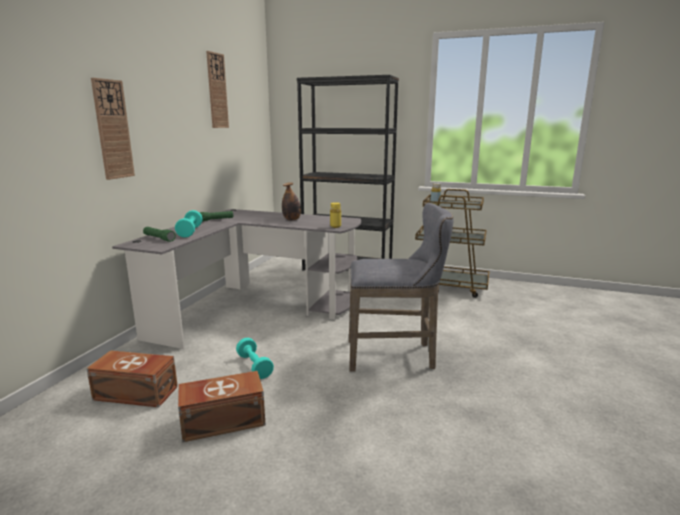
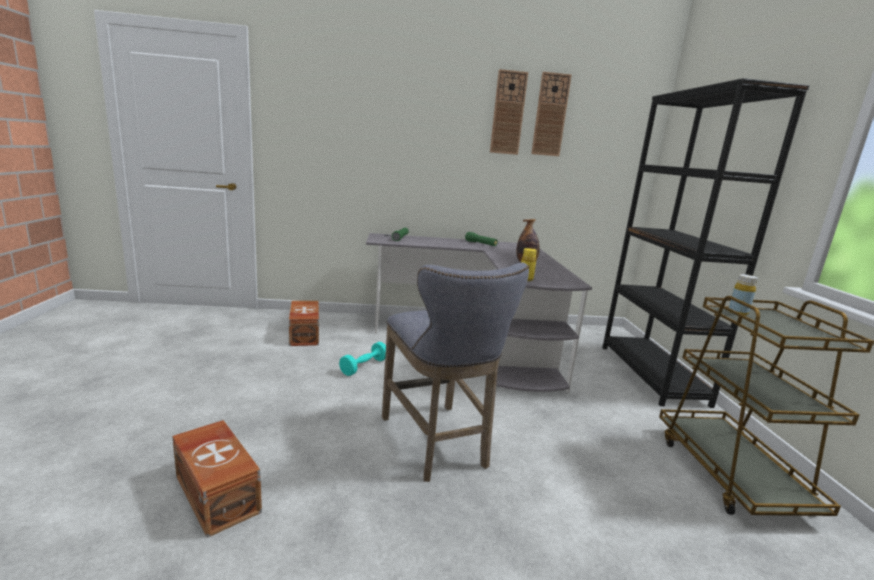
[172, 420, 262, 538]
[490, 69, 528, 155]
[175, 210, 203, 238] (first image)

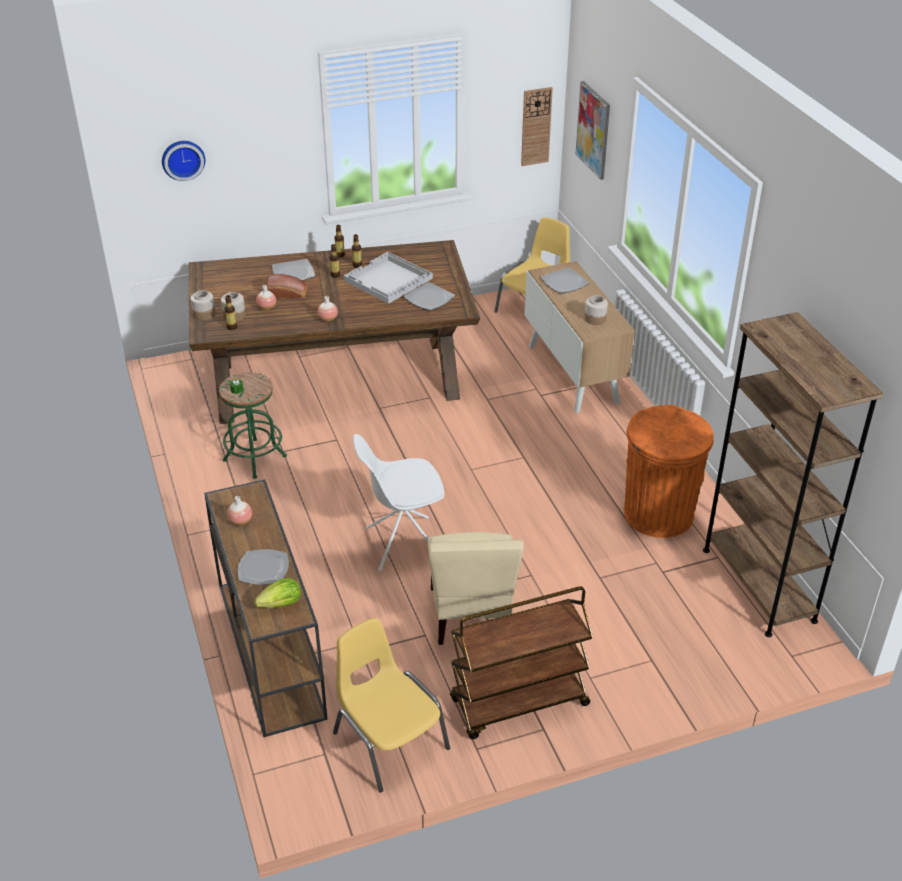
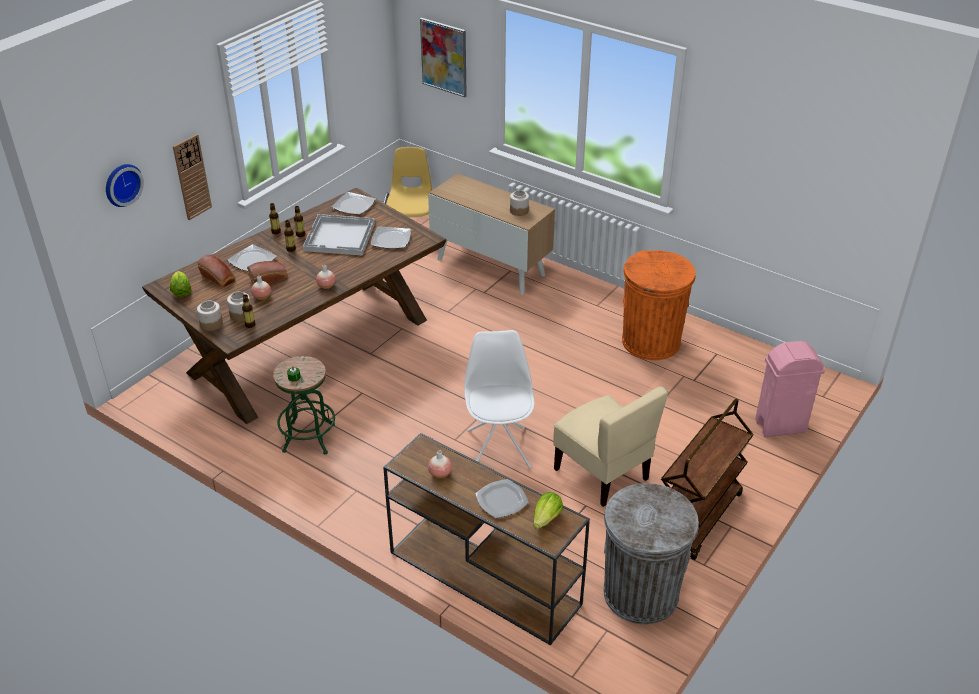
[170, 271, 191, 297]
[173, 134, 212, 220]
[198, 255, 235, 287]
[331, 192, 376, 215]
[464, 330, 534, 469]
[603, 483, 699, 625]
[755, 341, 825, 437]
[703, 312, 883, 637] (first image)

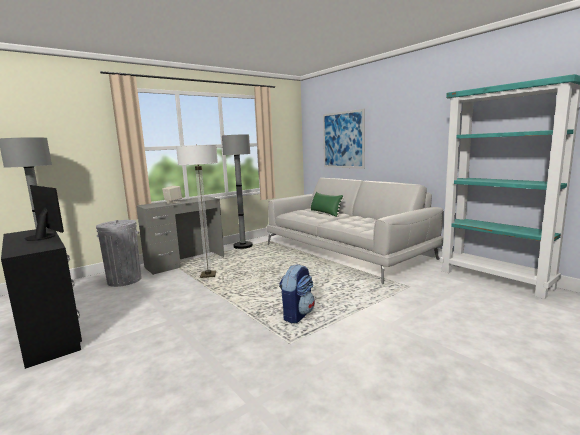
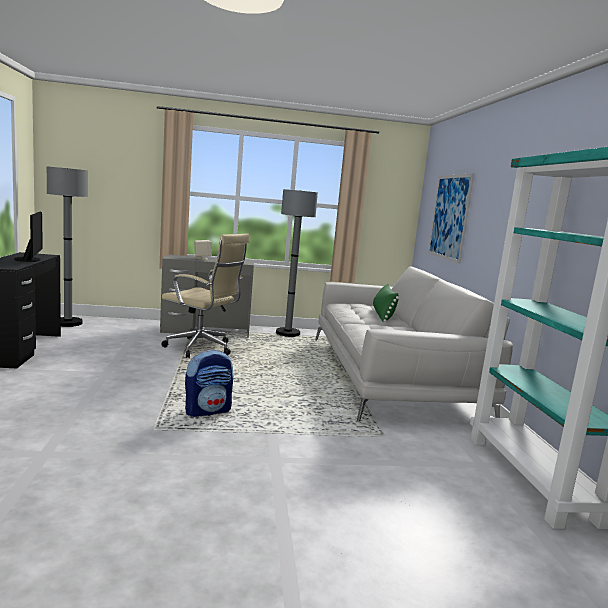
[161, 233, 249, 358]
[96, 220, 142, 287] (first image)

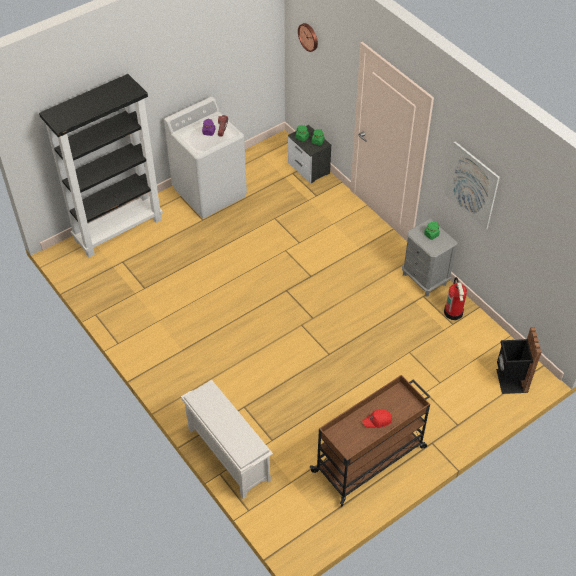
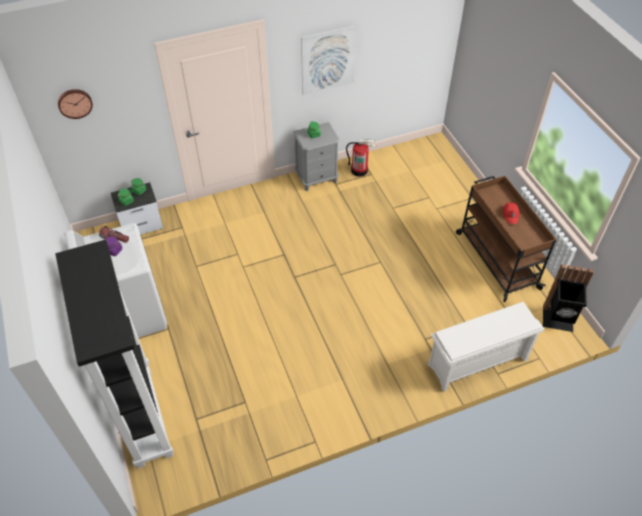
[543, 264, 594, 332]

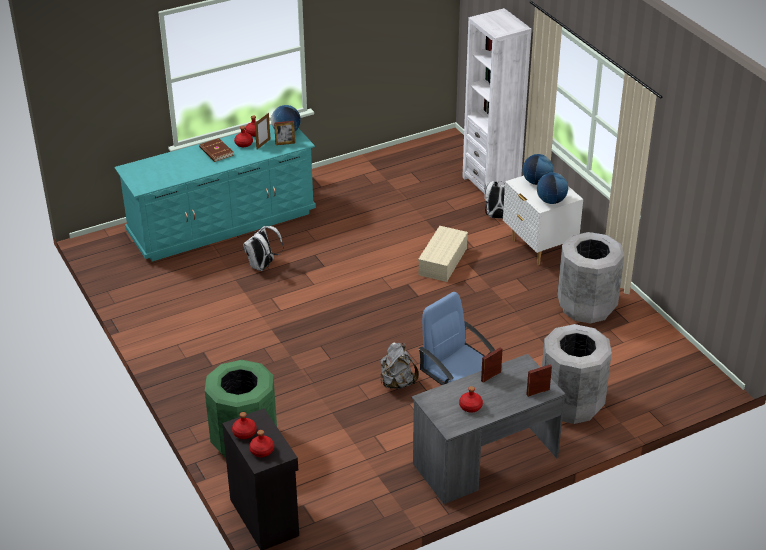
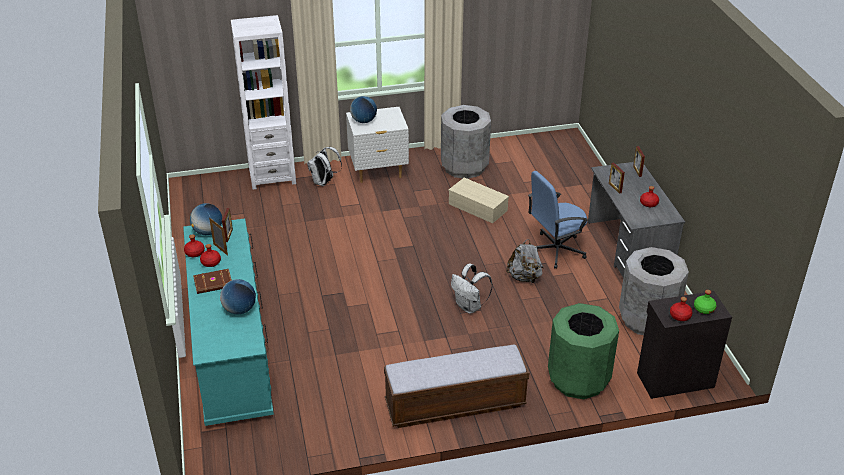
[220, 279, 256, 315]
[384, 345, 529, 428]
[448, 177, 509, 223]
[451, 263, 493, 314]
[619, 247, 689, 335]
[694, 290, 717, 314]

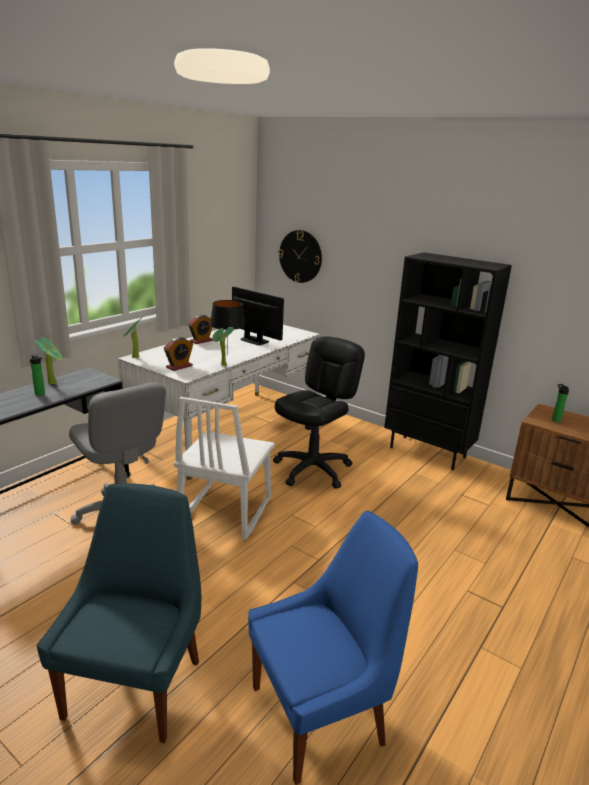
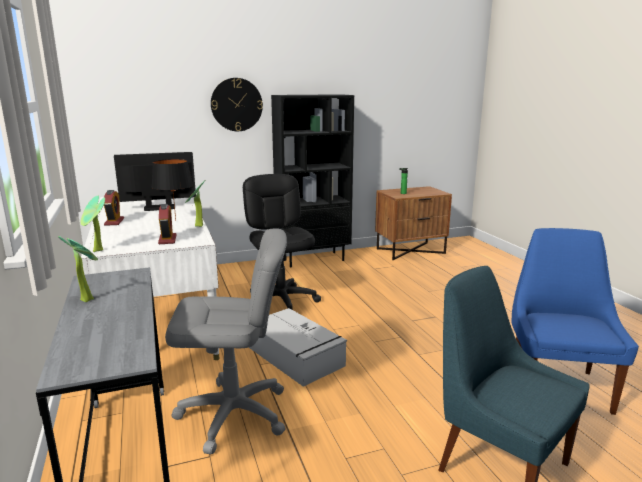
[211, 78, 263, 131]
[249, 308, 347, 387]
[30, 354, 45, 396] (first image)

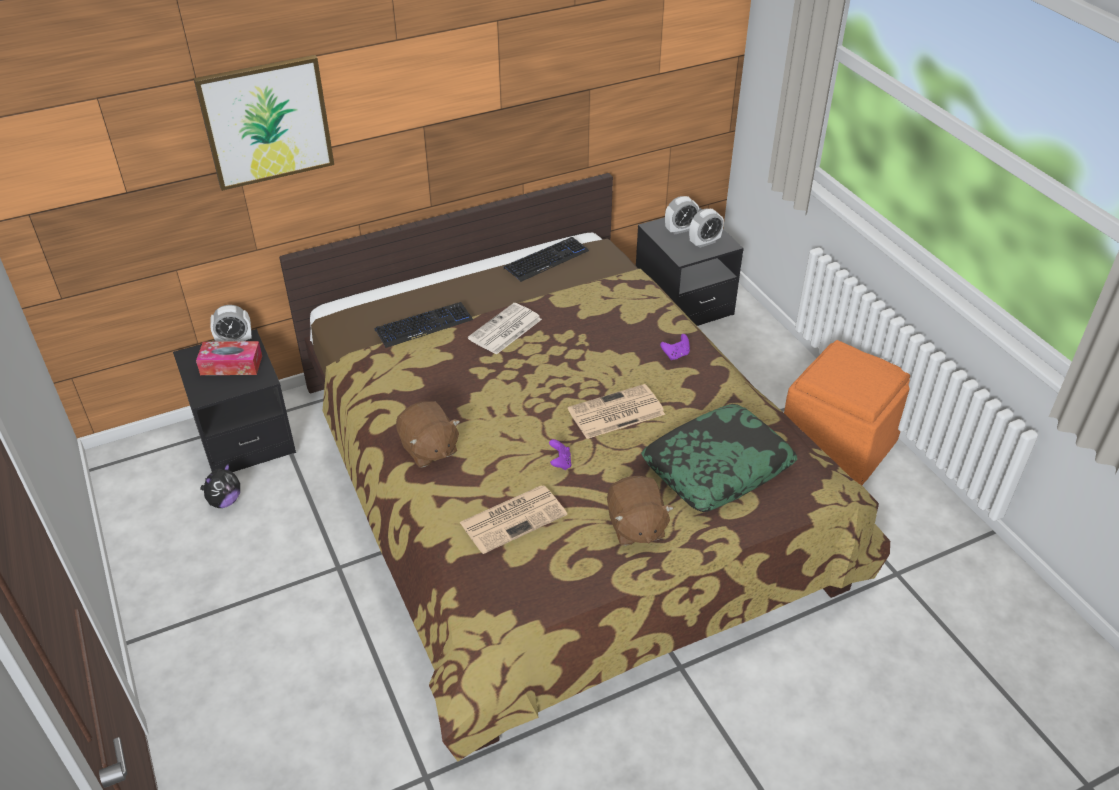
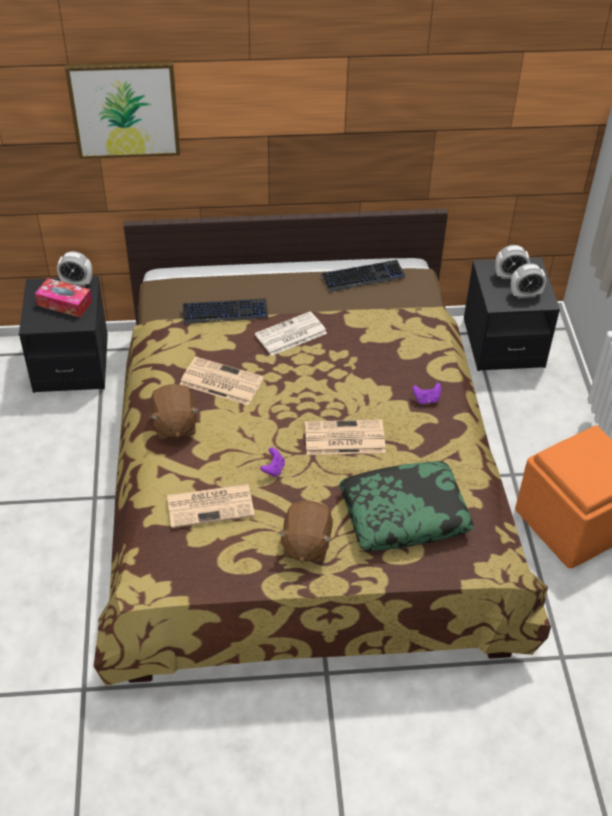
[180, 357, 264, 405]
[200, 463, 240, 508] (first image)

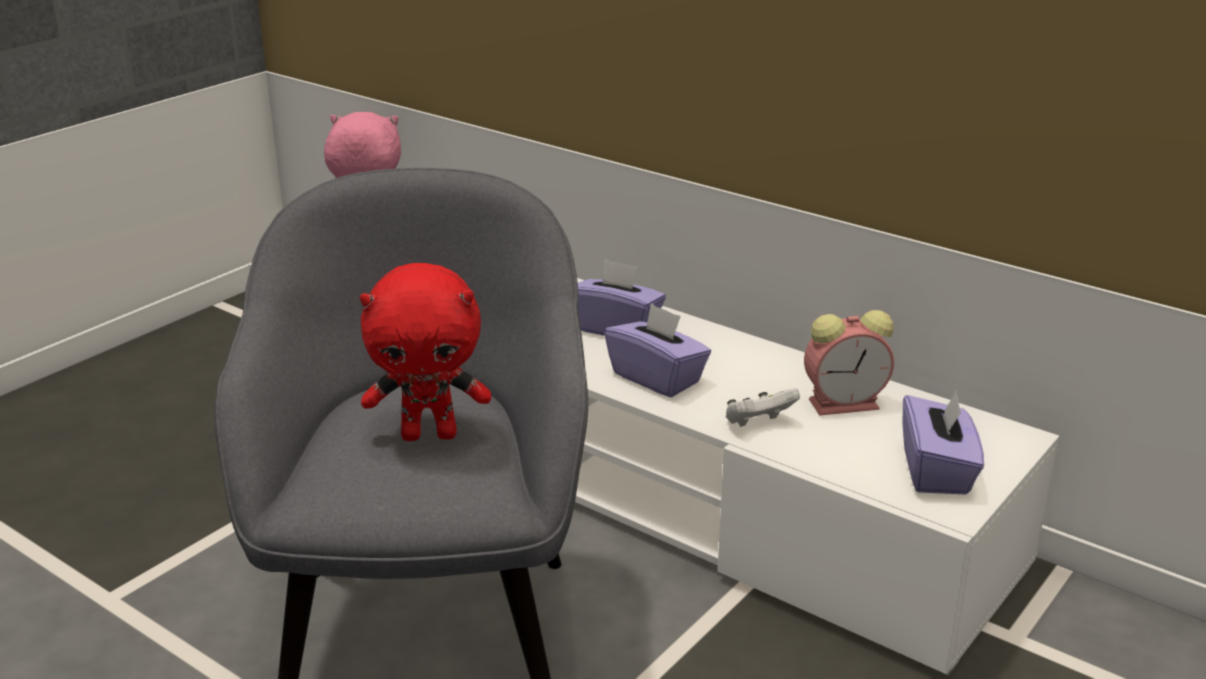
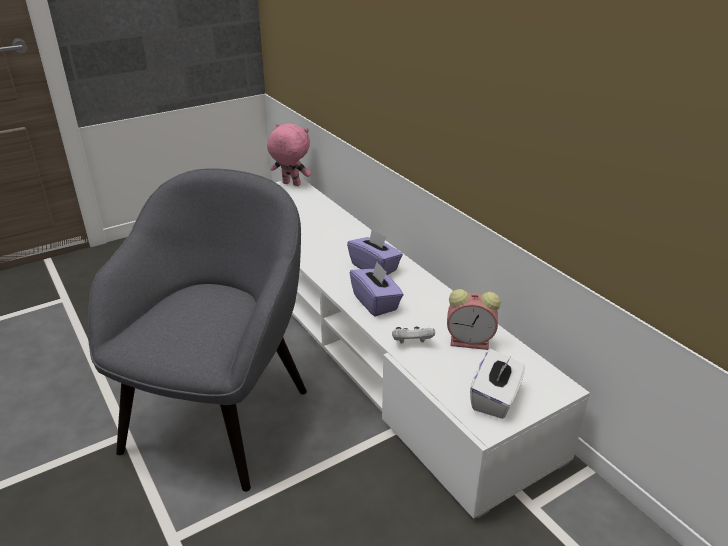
[470, 349, 525, 419]
[360, 263, 491, 441] (first image)

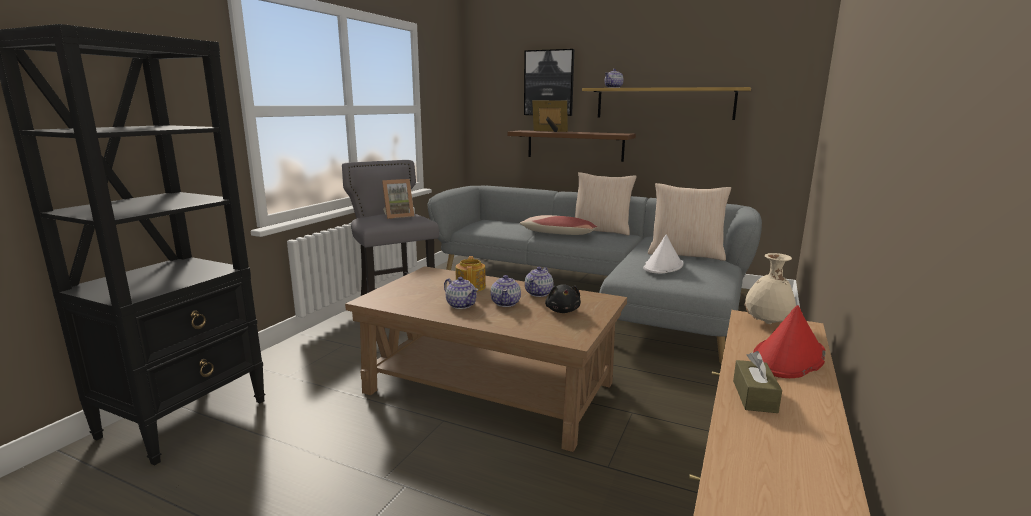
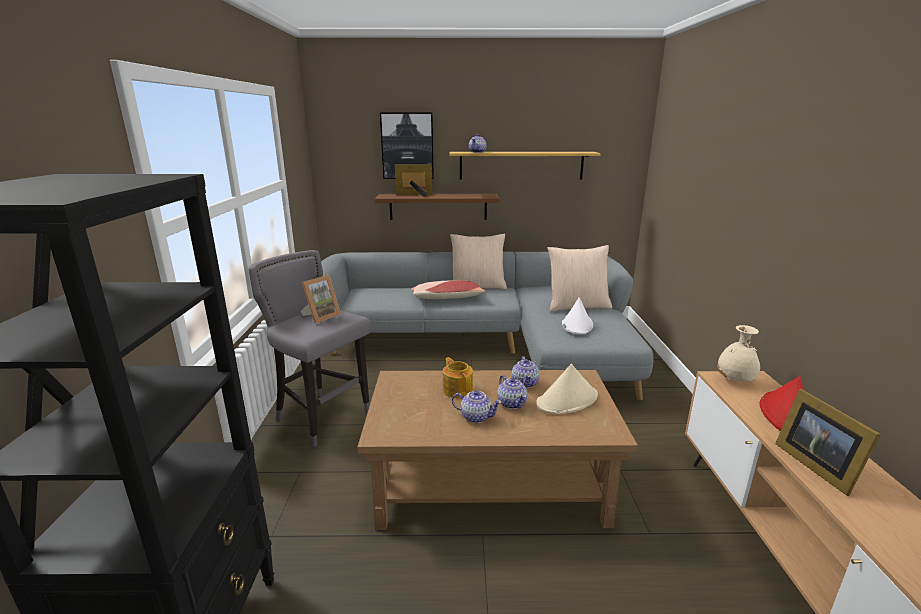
[536, 364, 598, 414]
[775, 389, 881, 496]

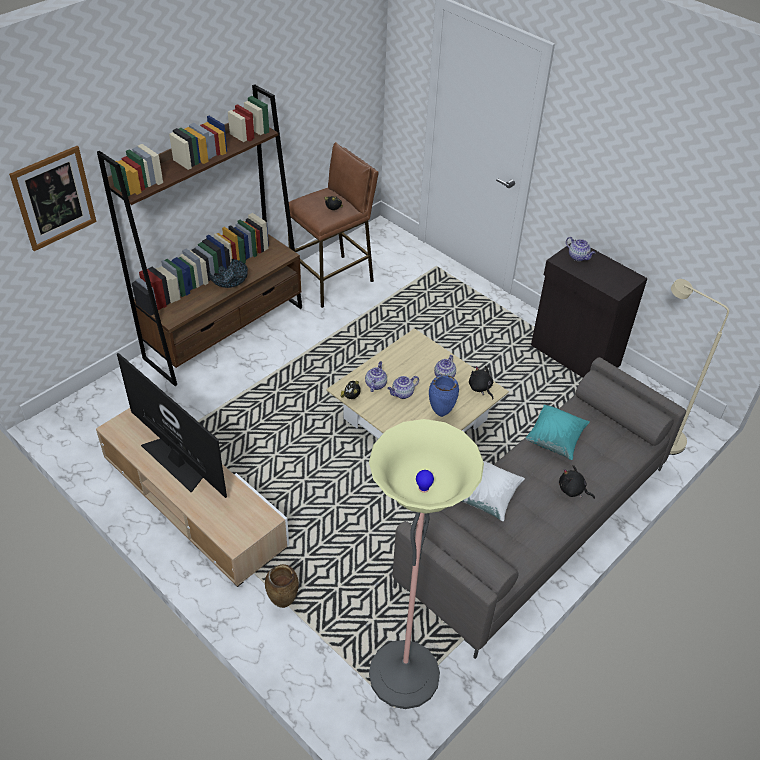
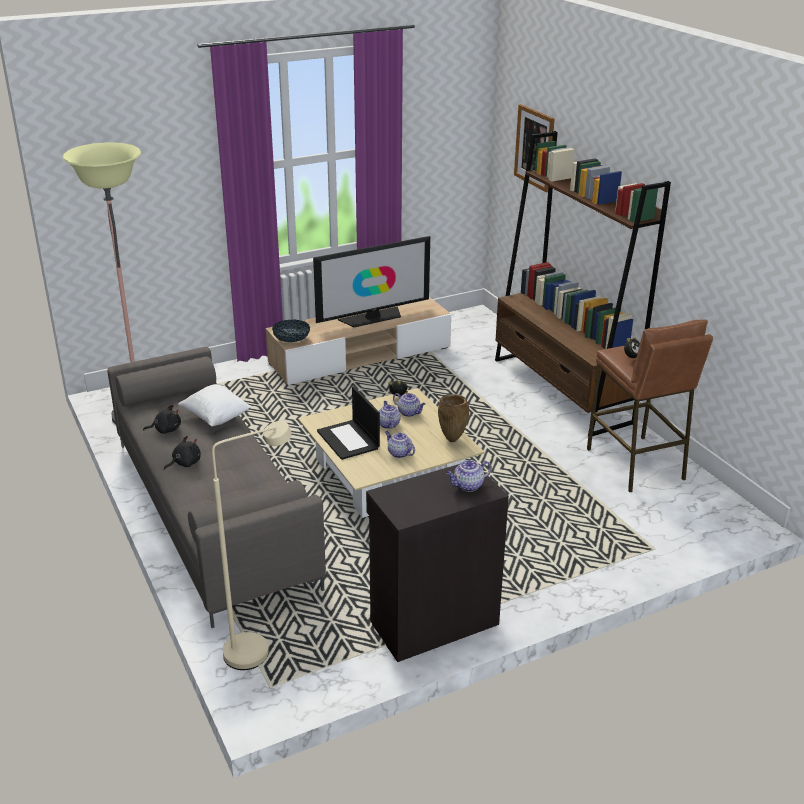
[143, 405, 181, 434]
[272, 320, 310, 342]
[317, 386, 380, 460]
[438, 394, 469, 442]
[525, 405, 590, 460] (first image)

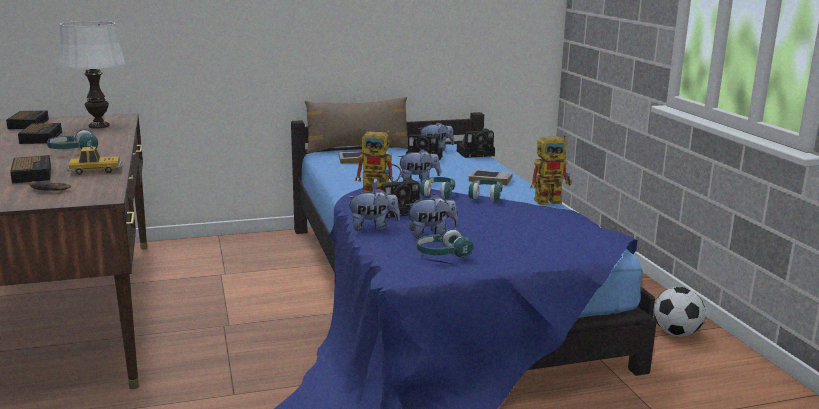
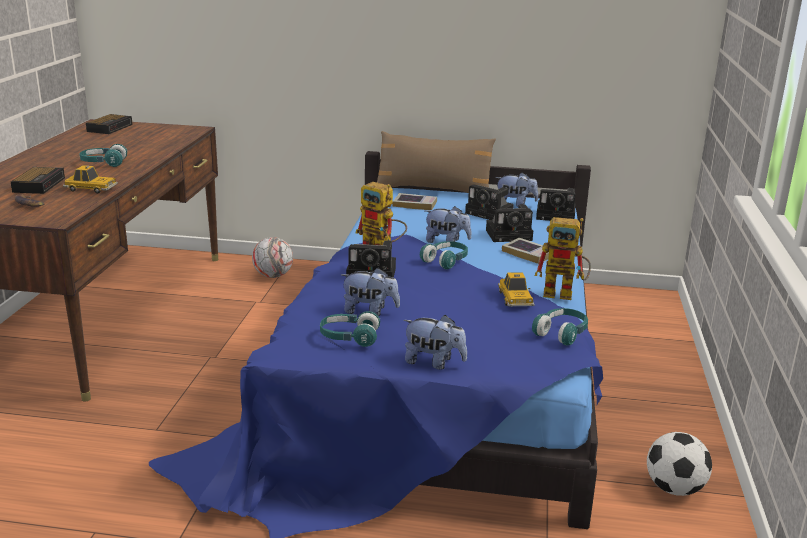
[252, 237, 293, 278]
[403, 315, 467, 370]
[486, 204, 533, 242]
[498, 272, 535, 307]
[532, 308, 588, 346]
[18, 123, 62, 144] (first image)
[58, 21, 126, 129] (first image)

